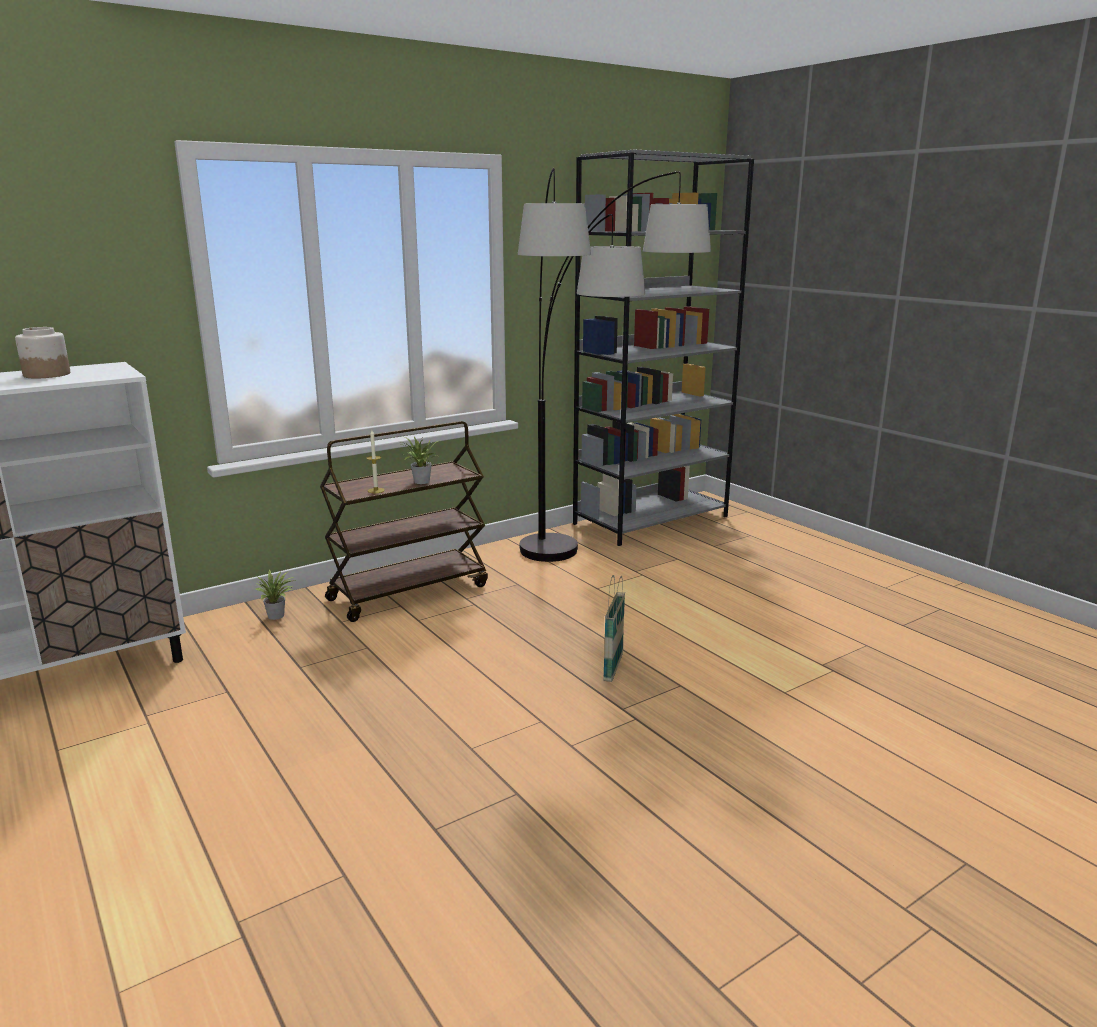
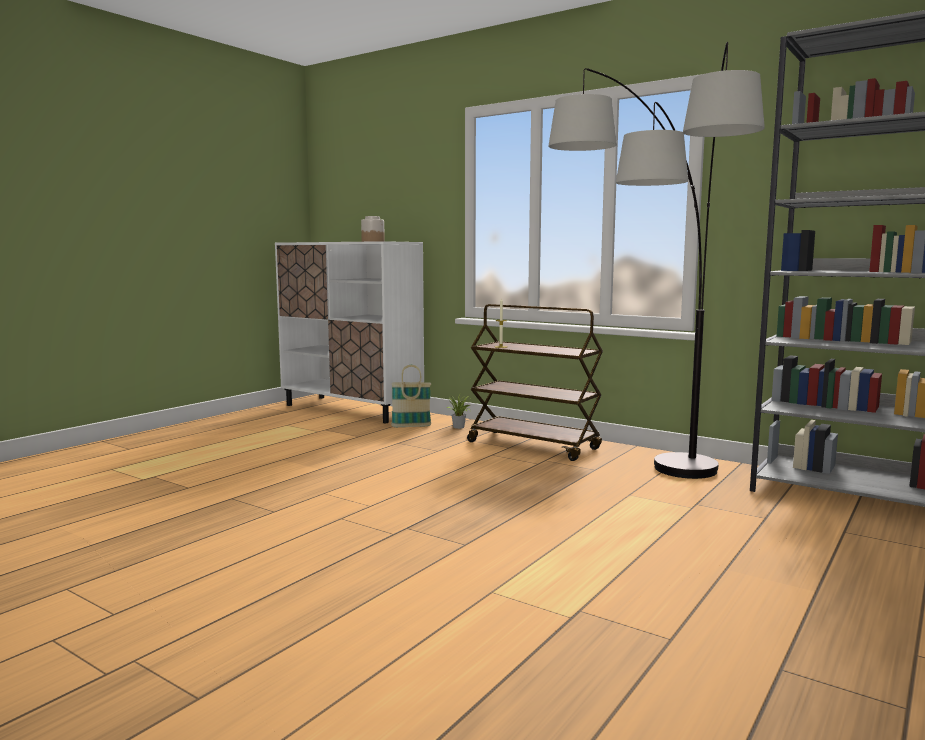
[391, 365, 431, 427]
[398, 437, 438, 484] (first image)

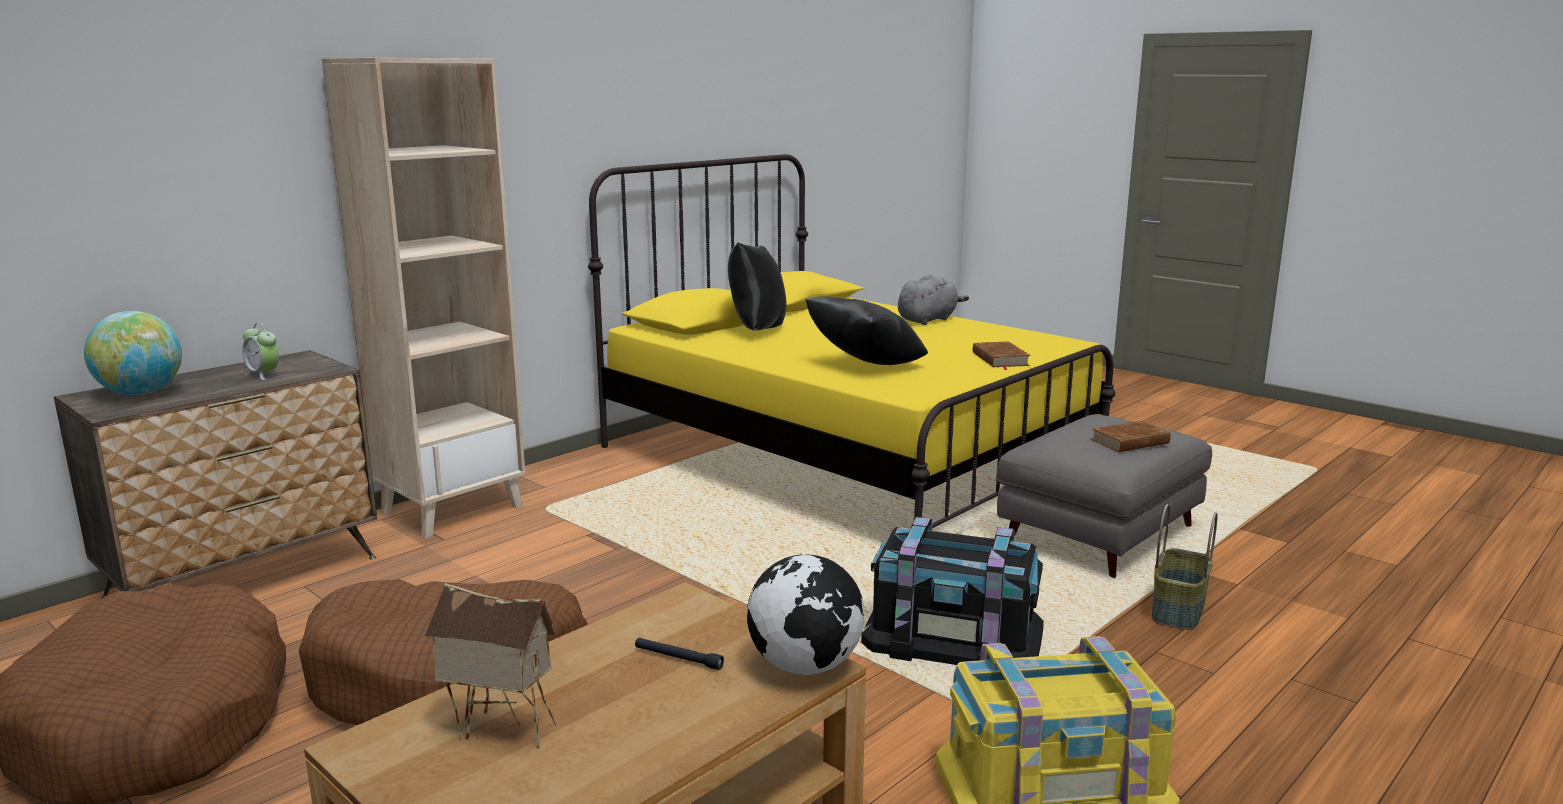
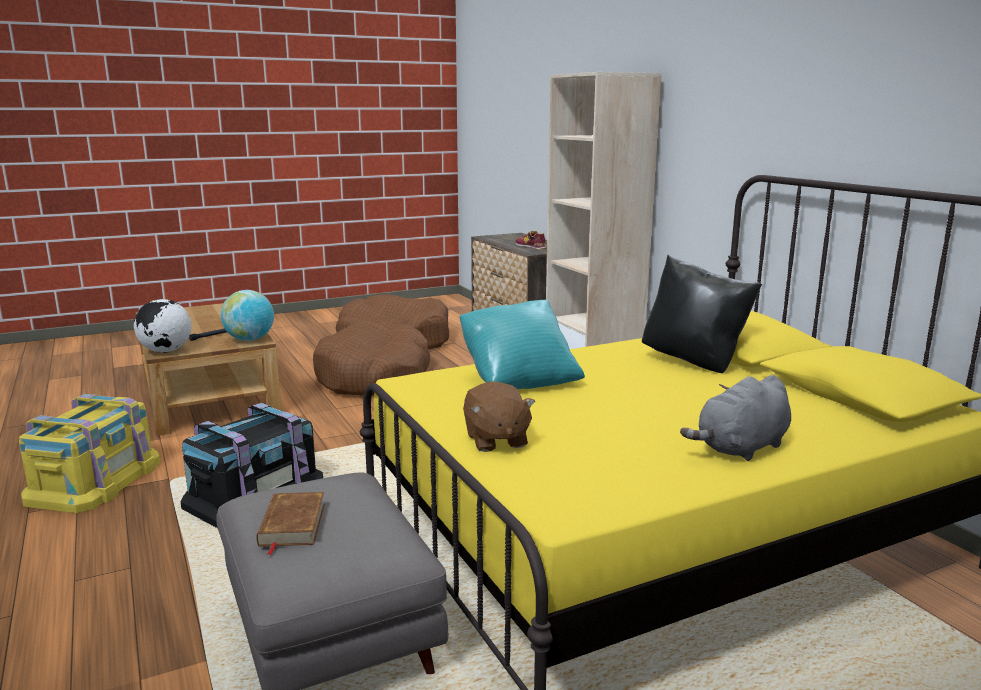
[221, 290, 274, 341]
[459, 300, 585, 390]
[463, 381, 535, 452]
[516, 231, 546, 250]
[680, 375, 791, 461]
[424, 583, 557, 749] (first image)
[1152, 504, 1218, 630] (first image)

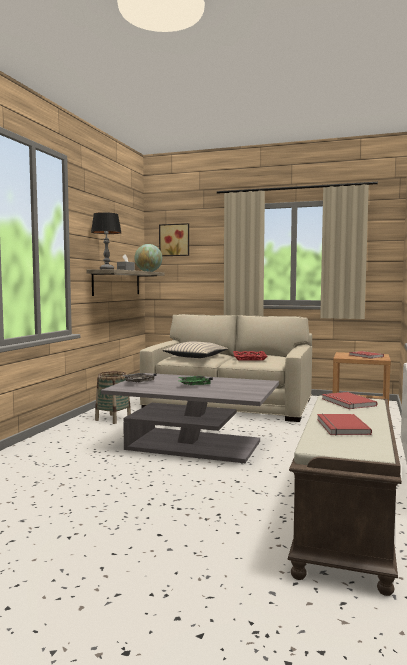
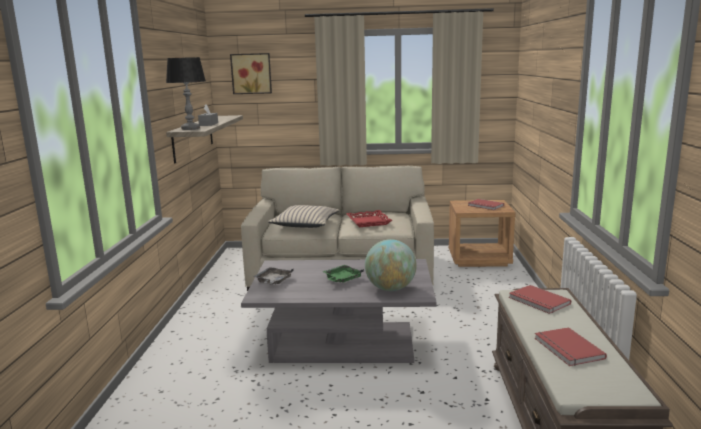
[365, 239, 417, 291]
[95, 371, 131, 424] (first image)

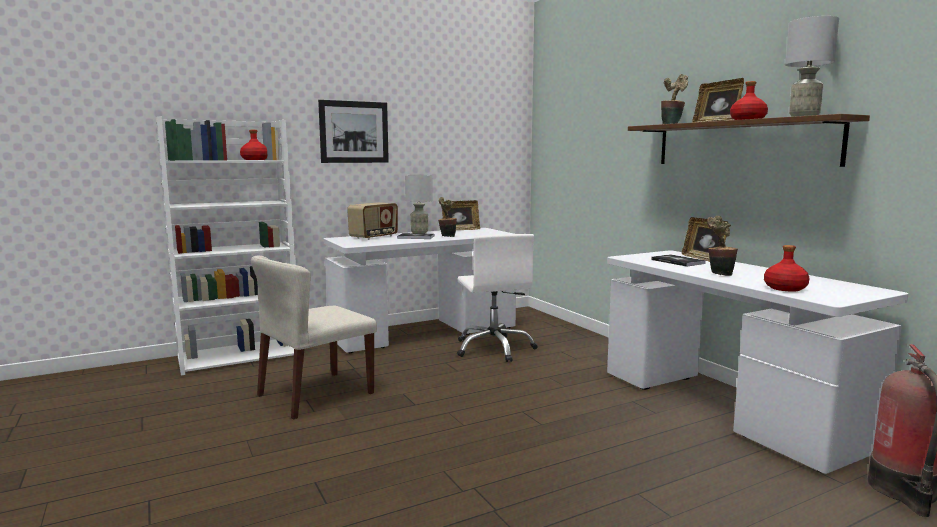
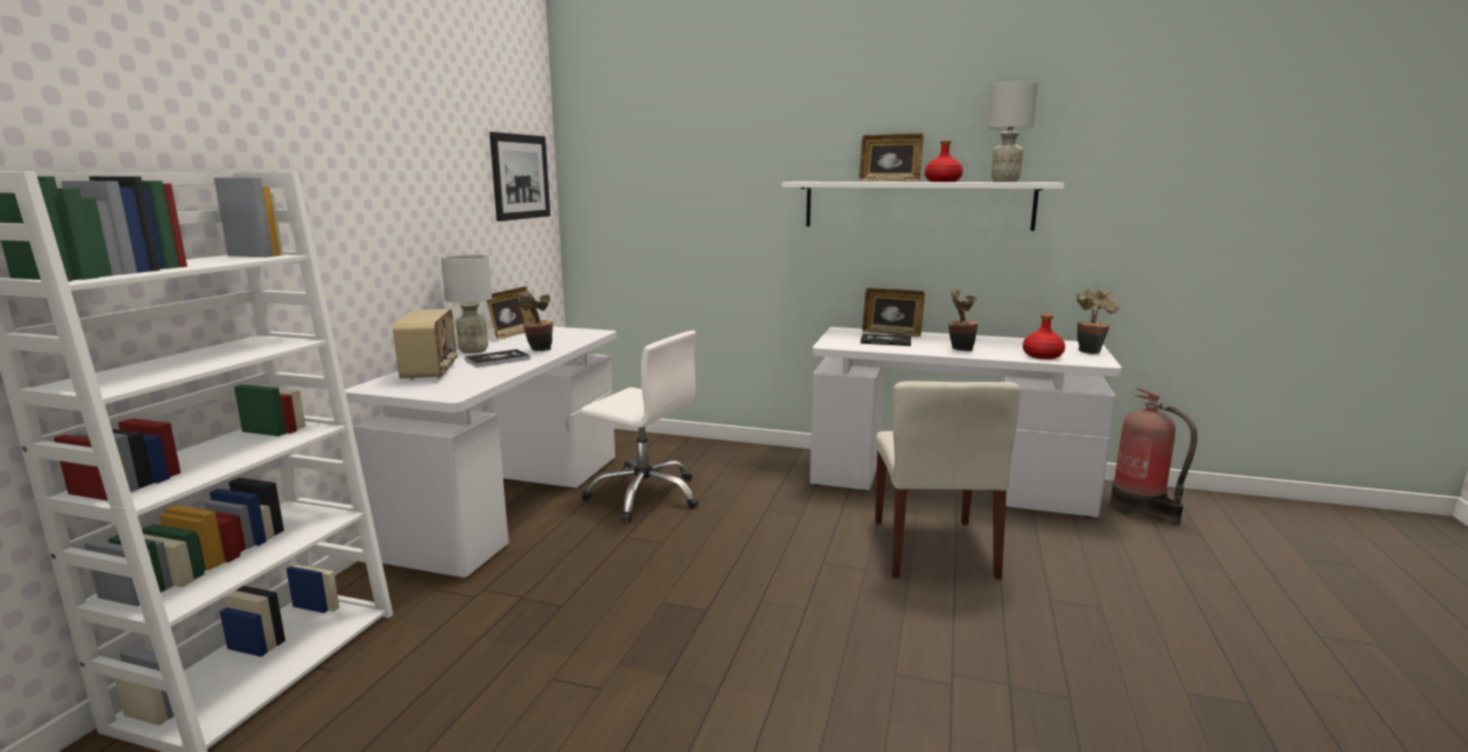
[489, 132, 550, 221]
[782, 182, 1064, 231]
[875, 381, 1020, 579]
[1077, 289, 1119, 354]
[240, 130, 267, 160] (first image)

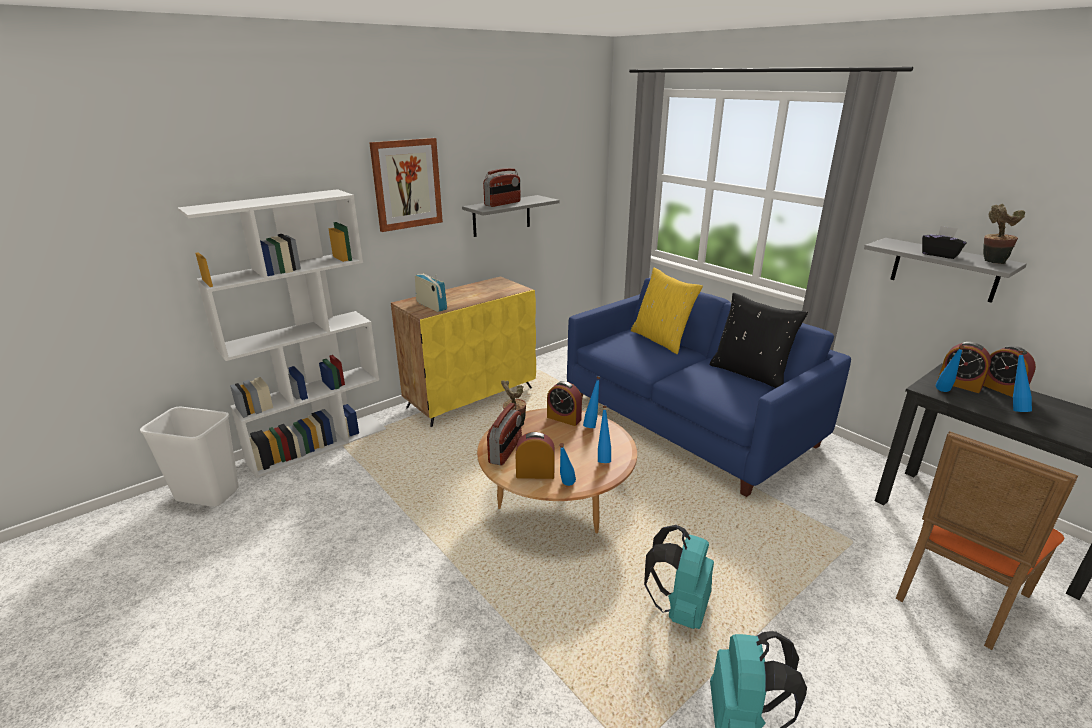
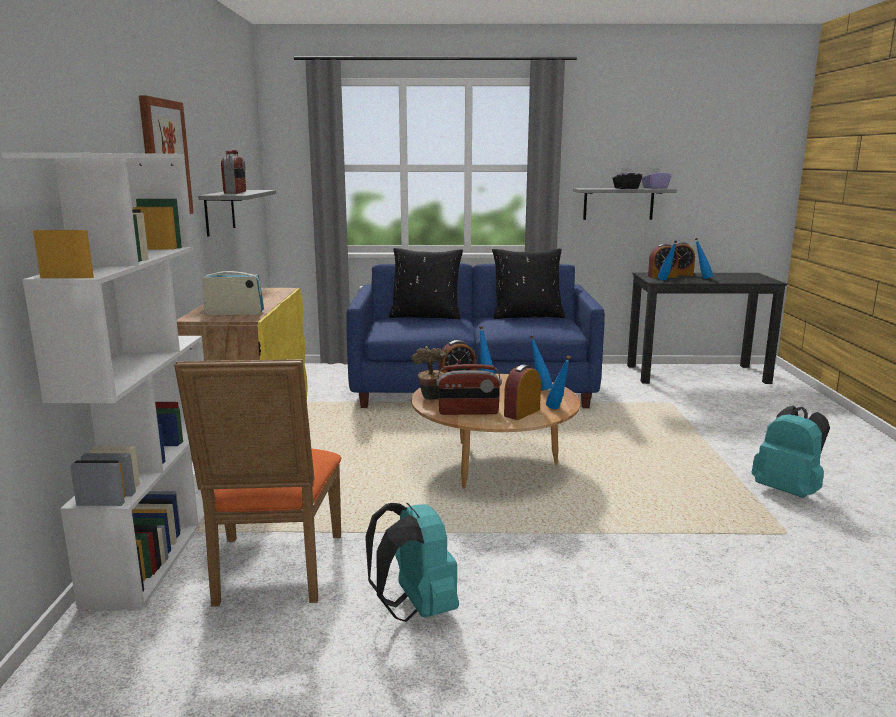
[174, 359, 341, 607]
[365, 502, 459, 622]
[389, 248, 463, 319]
[436, 364, 501, 415]
[641, 168, 671, 189]
[140, 407, 239, 507] (first image)

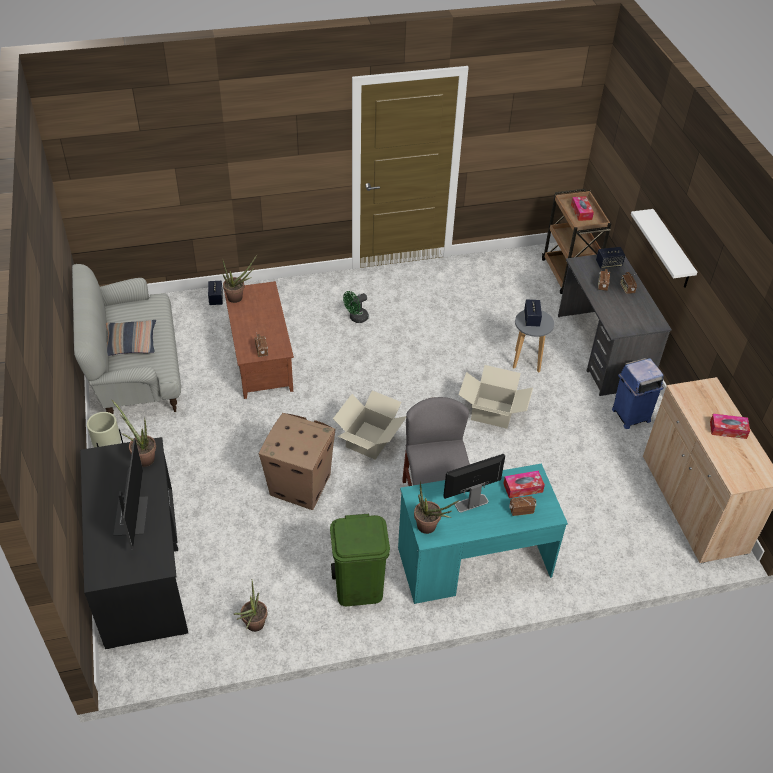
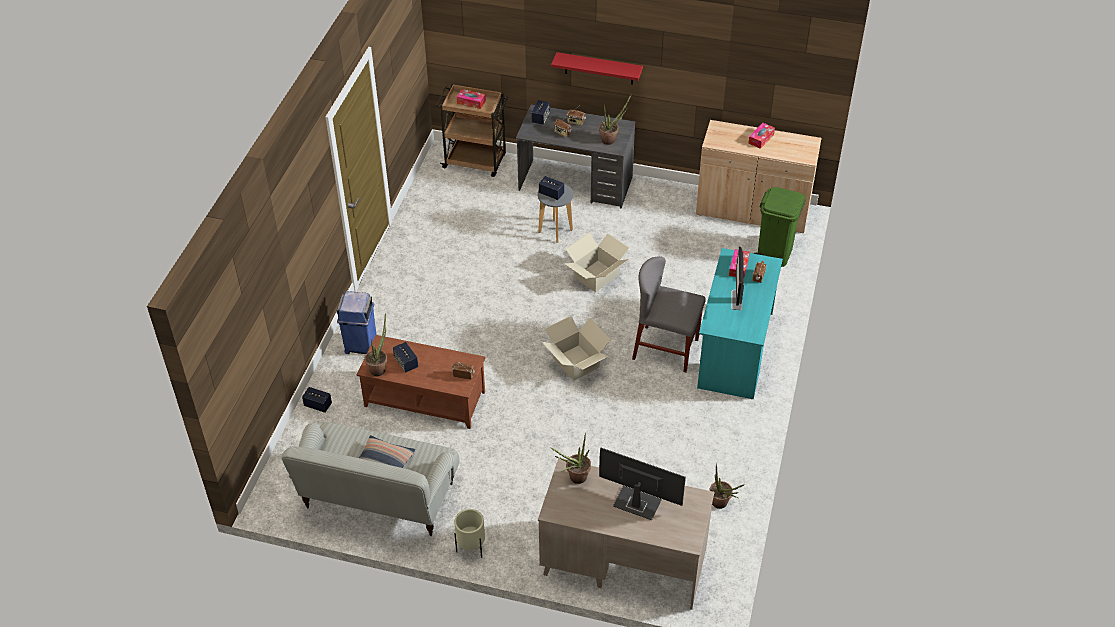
[337, 291, 377, 354]
[393, 342, 418, 373]
[538, 459, 714, 610]
[551, 52, 643, 85]
[599, 95, 631, 145]
[753, 187, 806, 267]
[259, 413, 335, 510] (first image)
[343, 291, 369, 323] (first image)

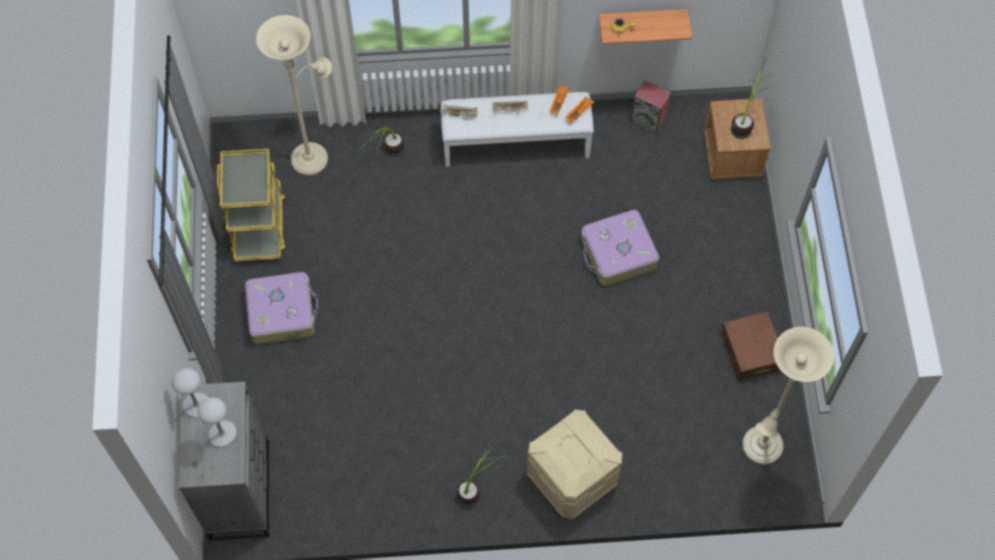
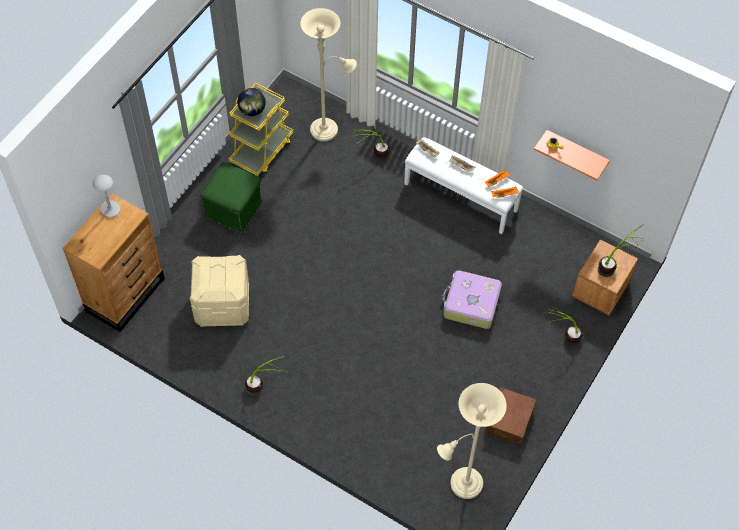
[63, 193, 165, 332]
[190, 255, 249, 327]
[200, 162, 263, 233]
[237, 88, 266, 116]
[546, 306, 583, 346]
[198, 397, 236, 447] (first image)
[631, 80, 671, 134] (first image)

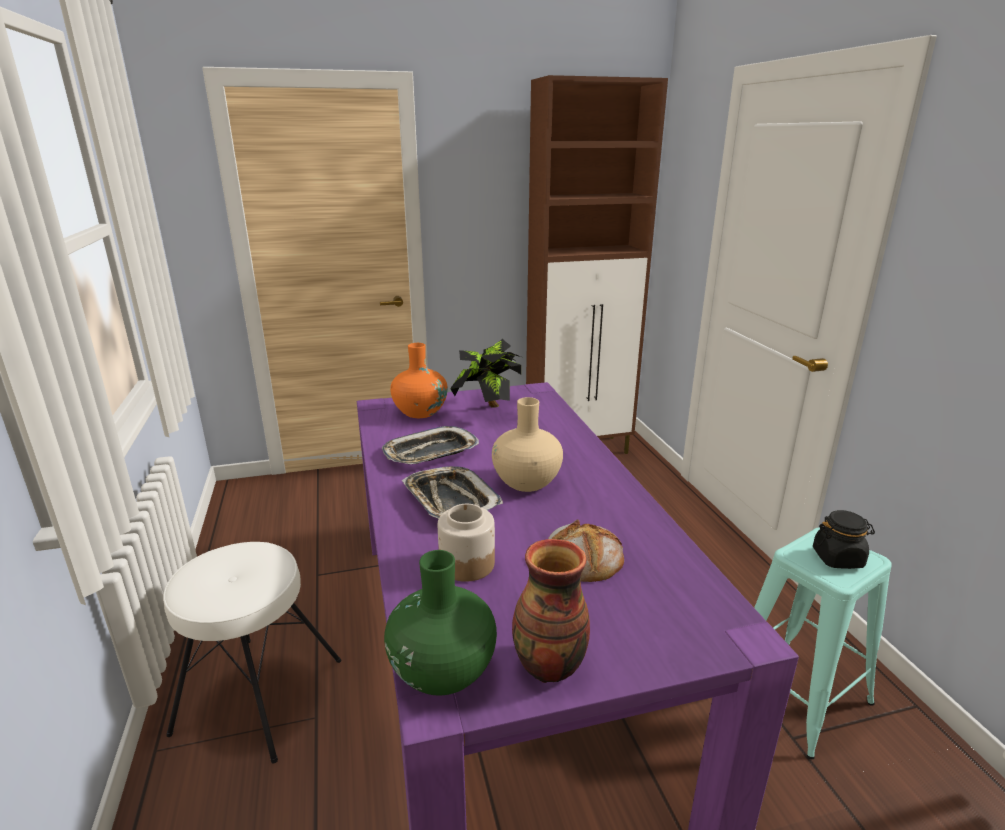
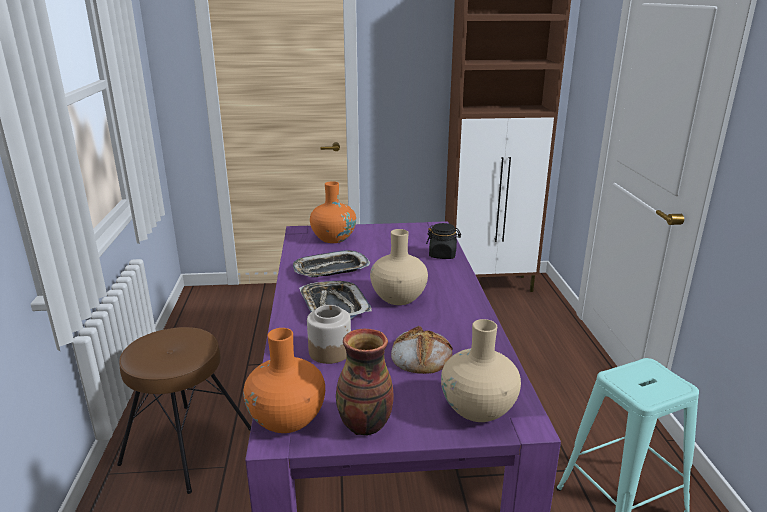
[117, 327, 251, 494]
[243, 328, 325, 433]
[426, 223, 461, 259]
[441, 319, 521, 422]
[450, 339, 521, 408] (first image)

